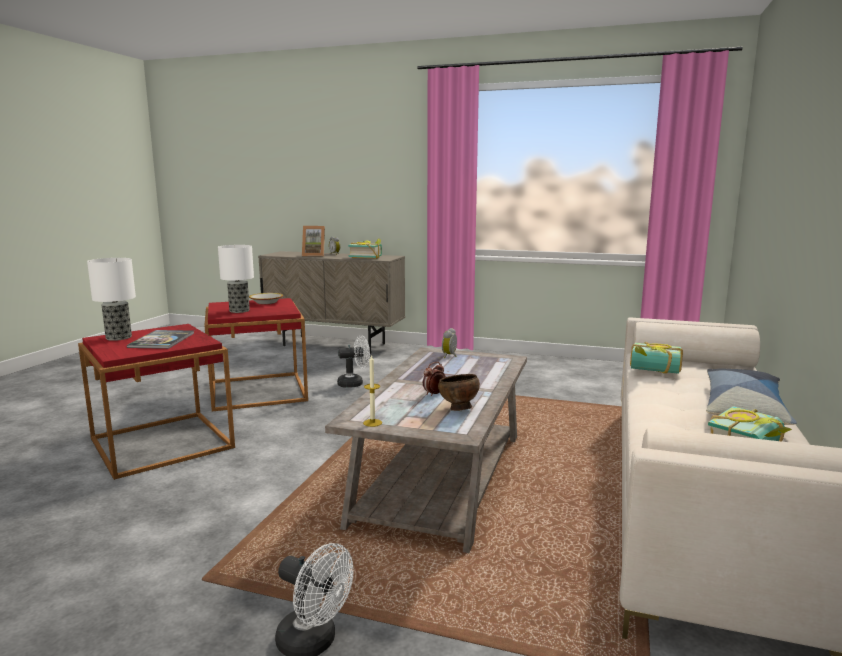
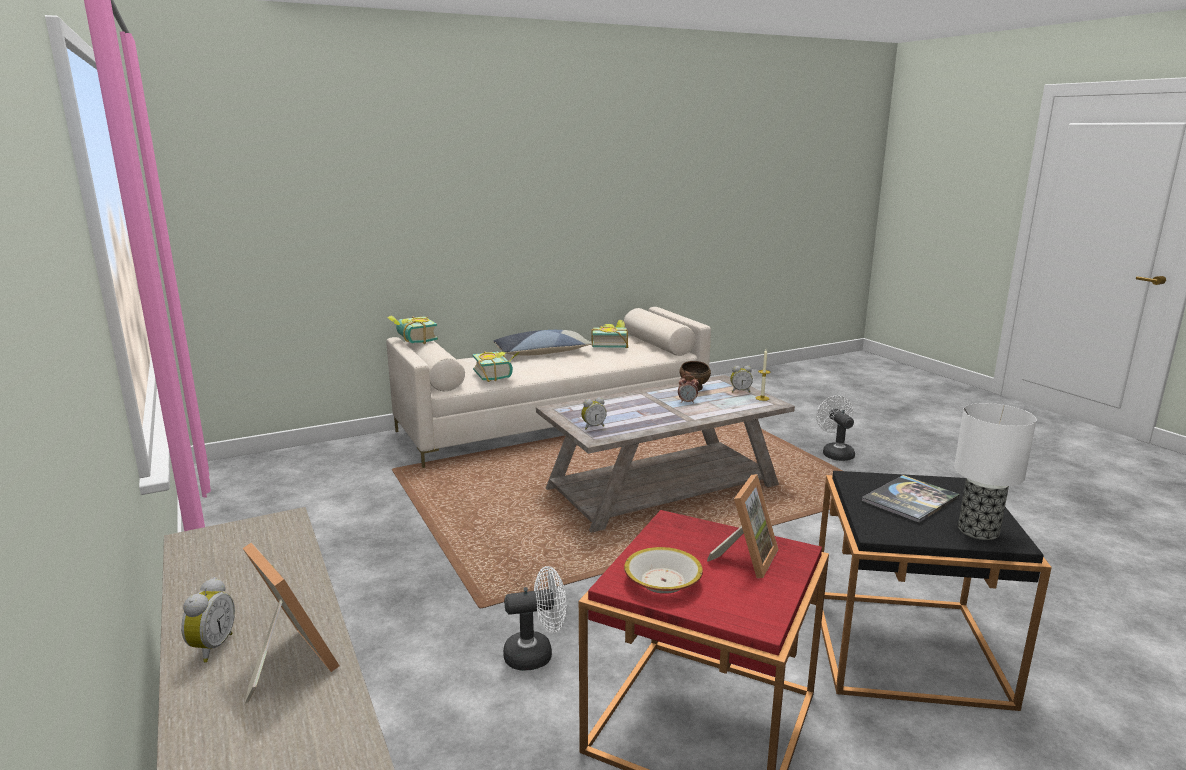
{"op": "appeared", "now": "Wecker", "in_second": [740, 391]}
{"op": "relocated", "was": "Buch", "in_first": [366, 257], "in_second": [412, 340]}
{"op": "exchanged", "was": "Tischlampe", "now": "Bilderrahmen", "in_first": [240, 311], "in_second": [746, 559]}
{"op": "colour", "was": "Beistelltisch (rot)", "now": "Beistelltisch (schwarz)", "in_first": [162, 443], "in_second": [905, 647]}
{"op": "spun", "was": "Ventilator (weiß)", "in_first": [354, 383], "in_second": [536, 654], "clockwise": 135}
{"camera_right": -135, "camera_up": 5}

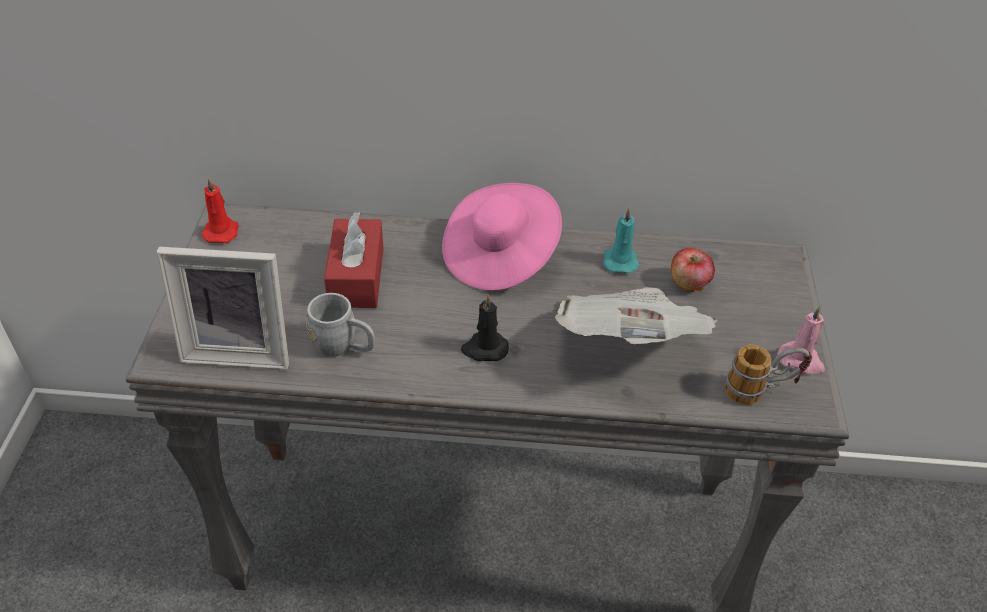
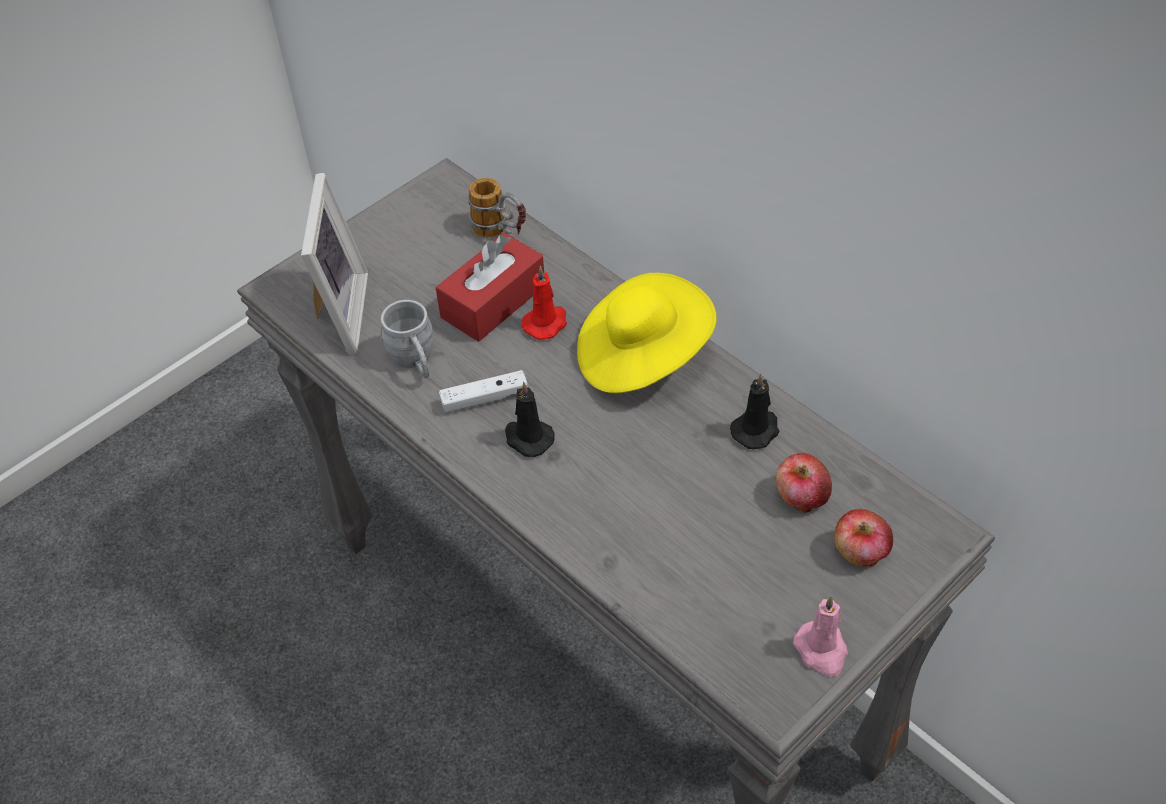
{"op": "missing", "was": "Zeitung", "in_first": [629, 343]}
{"op": "appeared", "now": "Gamepad (weiß)", "in_second": [484, 398]}
{"op": "appeared", "now": "Apfel", "in_second": [860, 552]}
{"op": "relocated", "was": "Kerze (rot)", "in_first": [221, 231], "in_second": [546, 323]}
{"op": "relocated", "was": "Henkelbecher", "in_first": [761, 391], "in_second": [501, 233]}
{"op": "colour", "was": "Hut (rosa)", "now": "Hut (gelb)", "in_first": [500, 257], "in_second": [641, 356]}
{"op": "colour", "was": "Kerze (türkis)", "now": "Kerze (schwarz)", "in_first": [620, 260], "in_second": [756, 430]}
{"op": "spun", "was": "Bilderrahmen", "in_first": [240, 348], "in_second": [337, 313], "clockwise": -135}
{"camera_right": 45, "camera_up": 5}

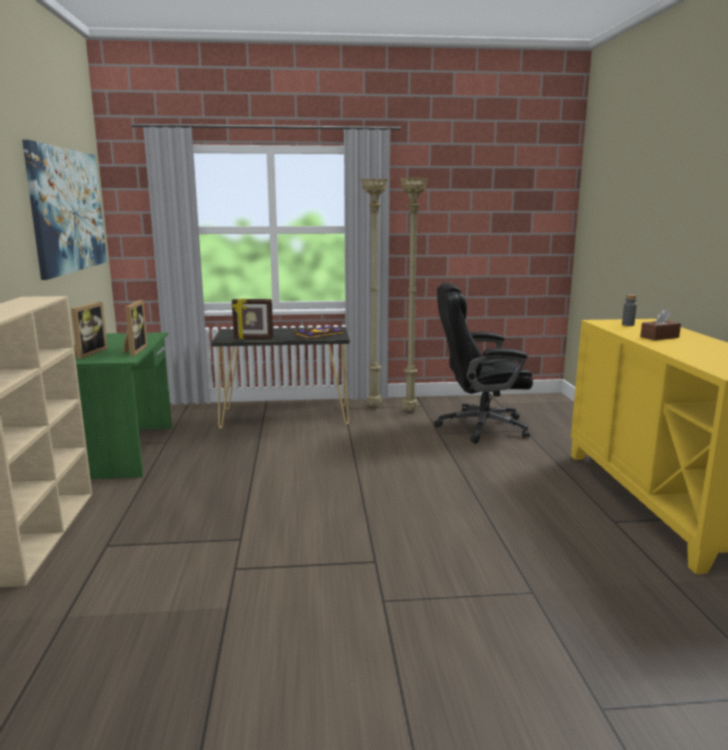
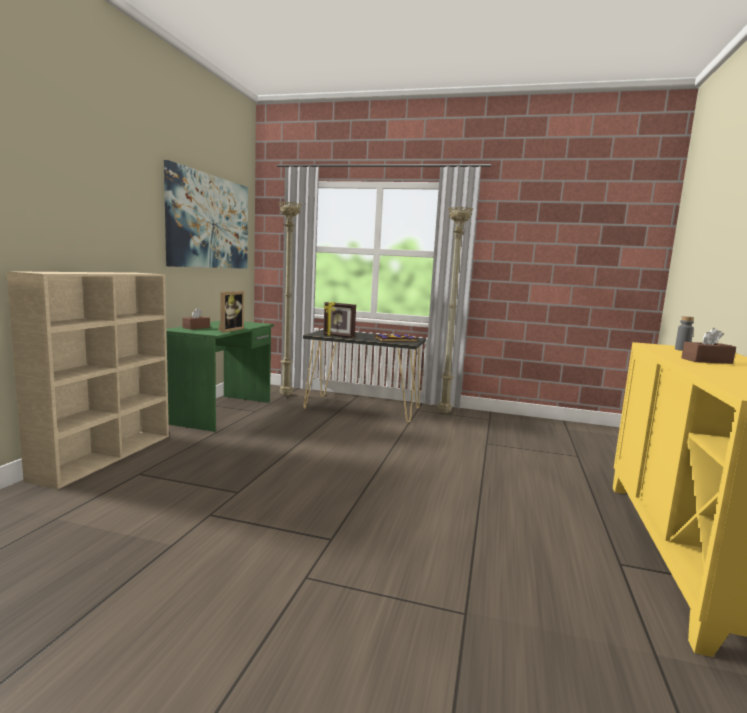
{"op": "missing", "was": "Bürostuhl (schwarz)", "in_first": [480, 427]}
{"op": "relocated", "was": "Stehlampe (beige)", "in_first": [409, 411], "in_second": [285, 396]}
{"op": "exchanged", "was": "Bilderrahmen", "now": "Taschentuchbox (braun)", "in_first": [88, 353], "in_second": [196, 327]}
{"camera_right": 20, "camera_up": -5}

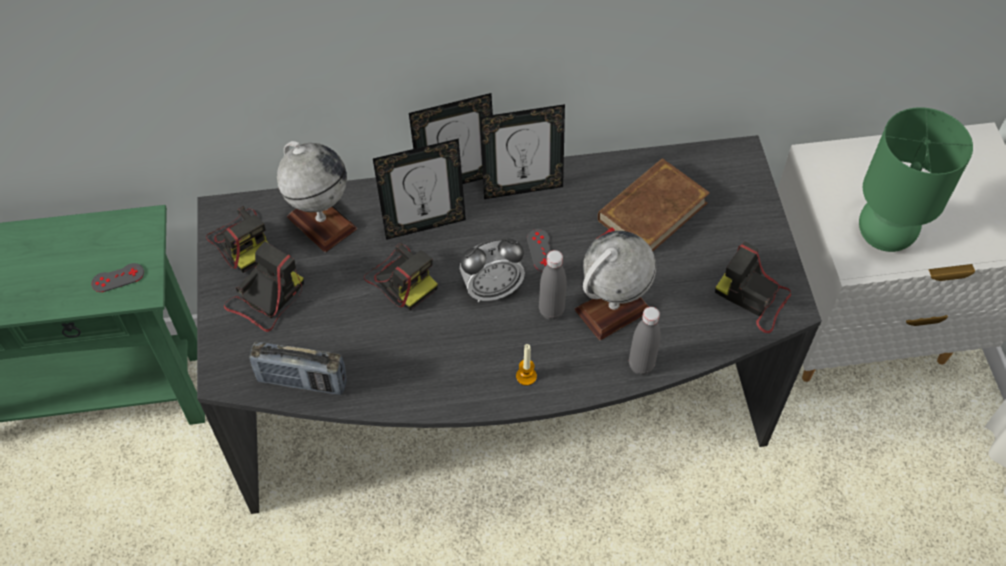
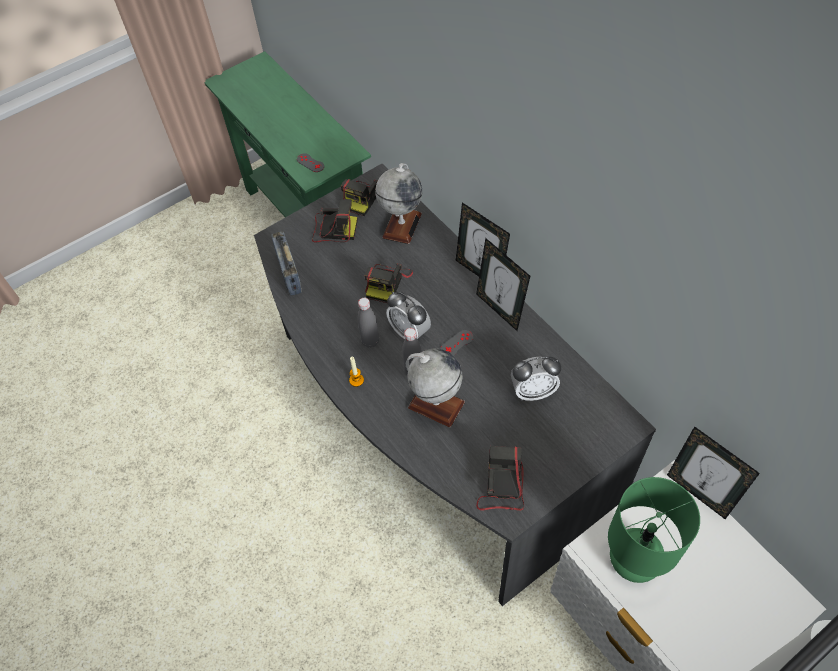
{"op": "relocated", "was": "Bilderrahmen", "in_first": [424, 224], "in_second": [698, 493]}
{"op": "relocated", "was": "Flasche (grau)", "in_first": [641, 365], "in_second": [370, 341]}
{"op": "exchanged", "was": "Buch (braun)", "now": "Wecker", "in_first": [651, 212], "in_second": [533, 391]}
{"camera_right": 65, "camera_up": 0}

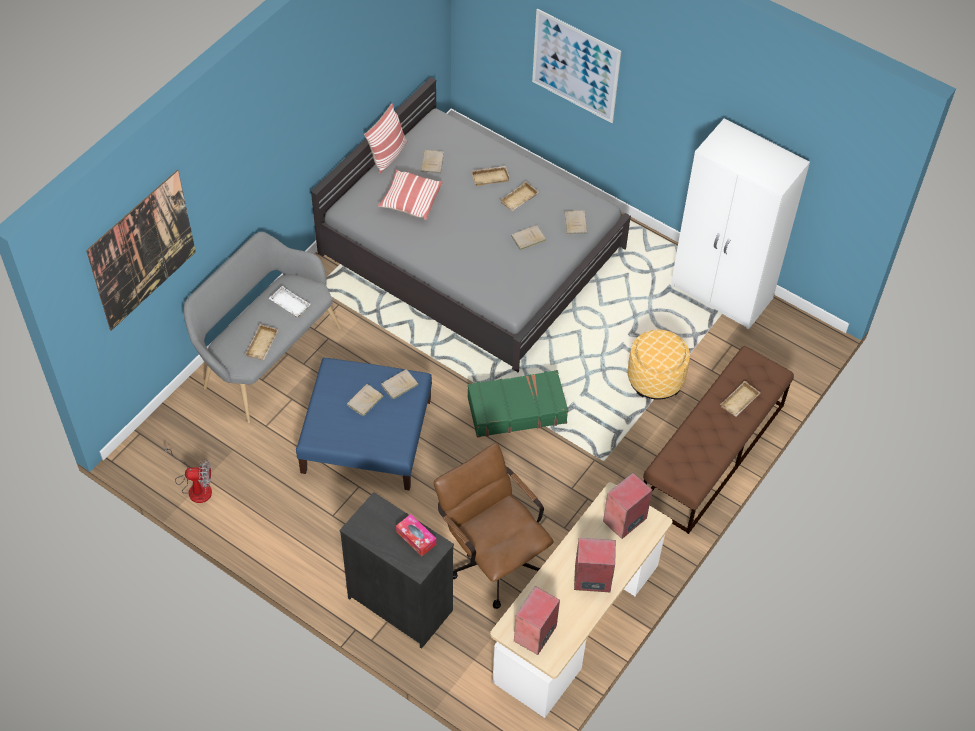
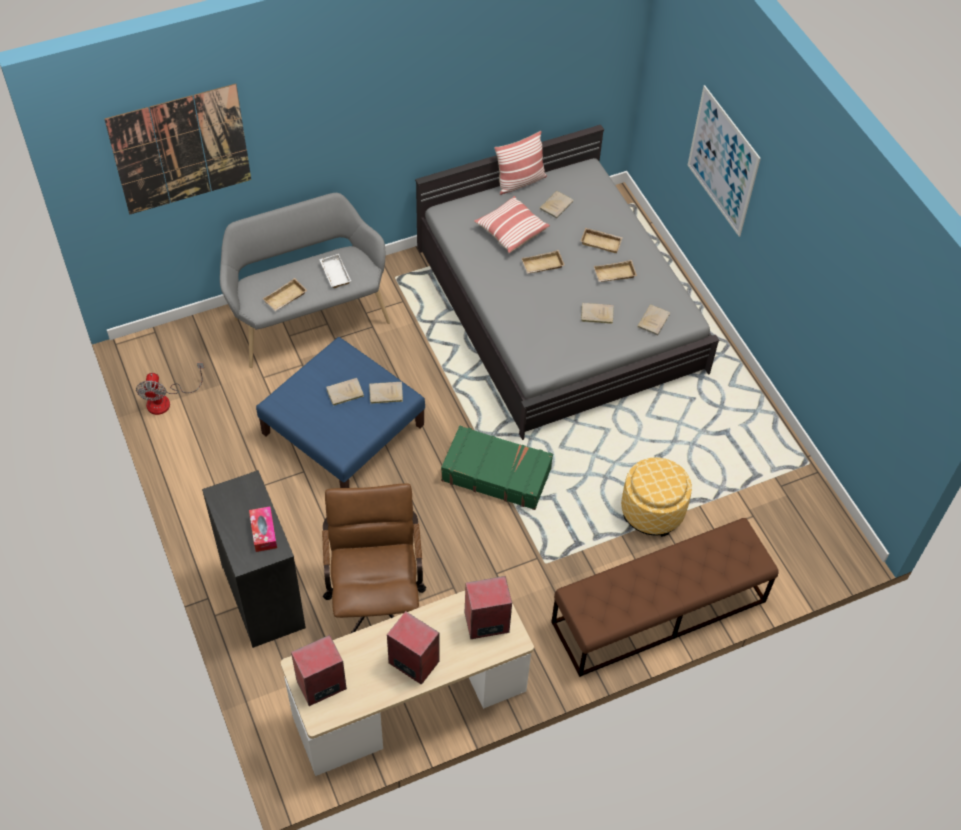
{"op": "missing", "was": "Kleiderschrank (weiß)", "in_first": [722, 294]}
{"op": "relocated", "was": "Tablett (beige)", "in_first": [740, 402], "in_second": [542, 266]}
{"op": "spun", "was": "Ventilator", "in_first": [195, 487], "in_second": [166, 400], "clockwise": 60}
{"camera_right": 30, "camera_up": 0}

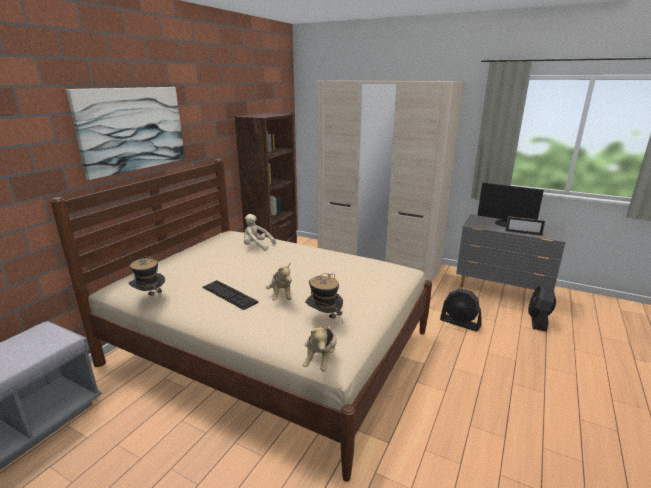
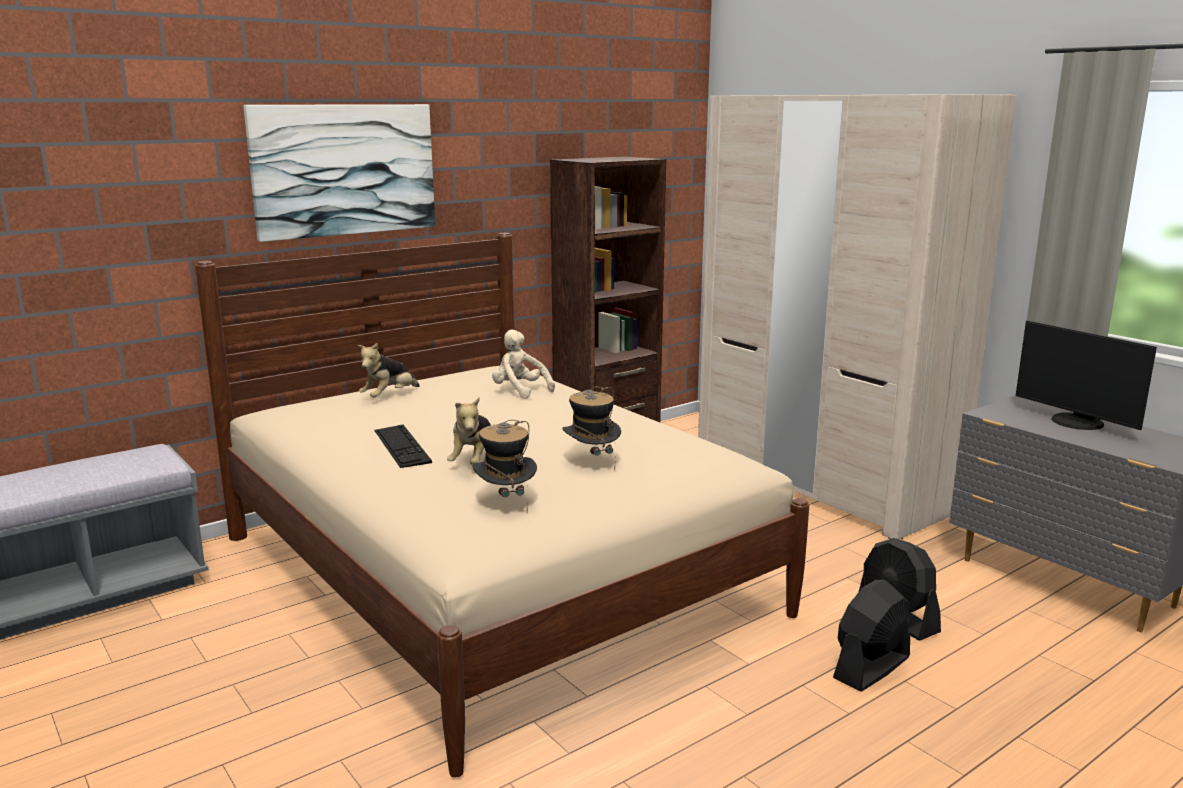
{"op": "missing", "was": "Bilderrahmen", "in_first": [523, 233]}
{"op": "relocated", "was": "Hut", "in_first": [150, 298], "in_second": [591, 462]}
{"op": "relocated", "was": "Plüschtier", "in_first": [321, 359], "in_second": [389, 397]}
{"op": "relocated", "was": "Ventilator (schwarz)", "in_first": [538, 321], "in_second": [871, 667]}
{"camera_right": 25, "camera_up": -5}

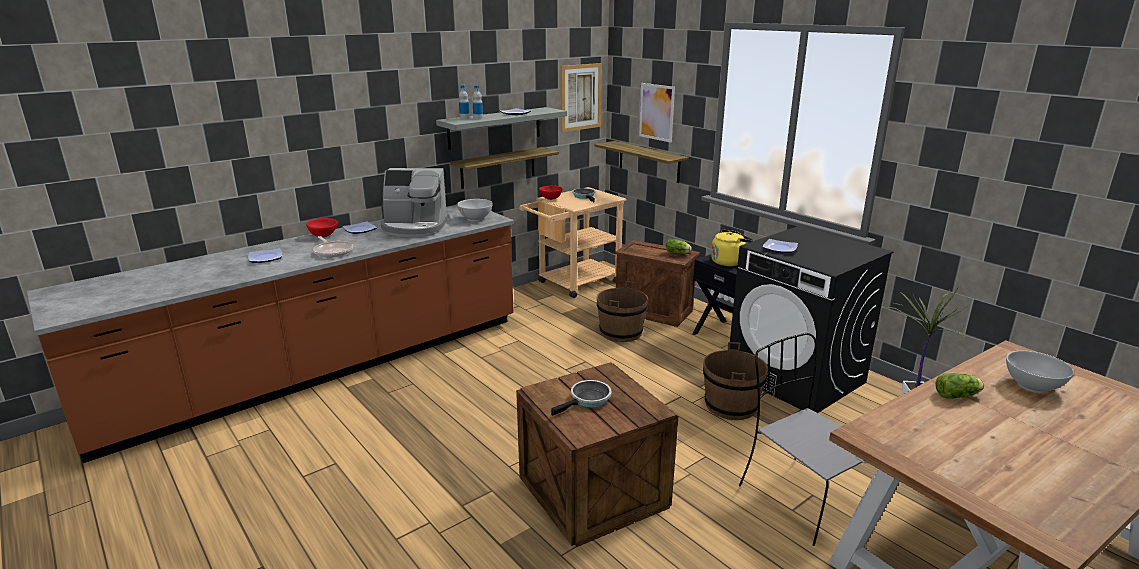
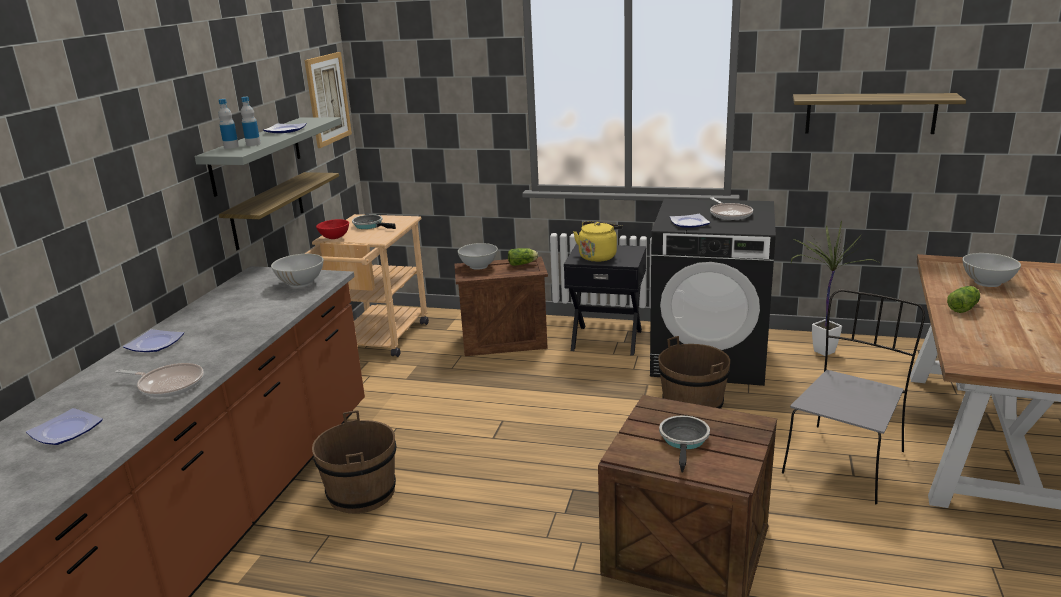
{"op": "missing", "was": "Schüssel (rot)", "in_first": [324, 235]}
{"op": "missing", "was": "Kaffeemaschine", "in_first": [415, 227]}
{"op": "missing", "was": "Bild", "in_first": [656, 112]}
{"op": "appeared", "now": "Schüssel (weiß)", "in_second": [478, 266]}
{"op": "appeared", "now": "Pfanne", "in_second": [729, 214]}
{"op": "relocated", "was": "Wandregal", "in_first": [649, 161], "in_second": [870, 113]}
{"op": "relocated", "was": "Eimer (braun)", "in_first": [621, 332], "in_second": [361, 493]}
{"op": "spun", "was": "Stuhl (grau)", "in_first": [800, 497], "in_second": [845, 461], "clockwise": 105}
{"camera_right": -35, "camera_up": 0}

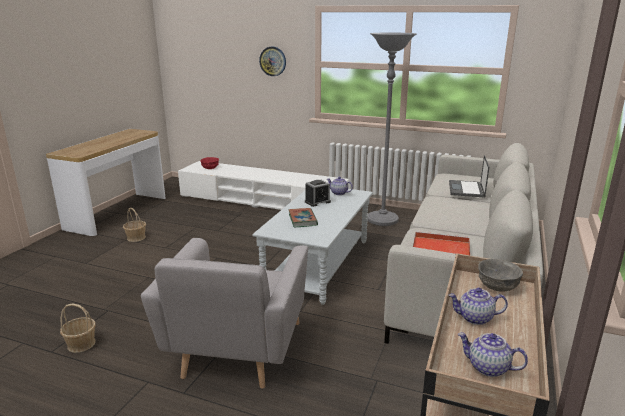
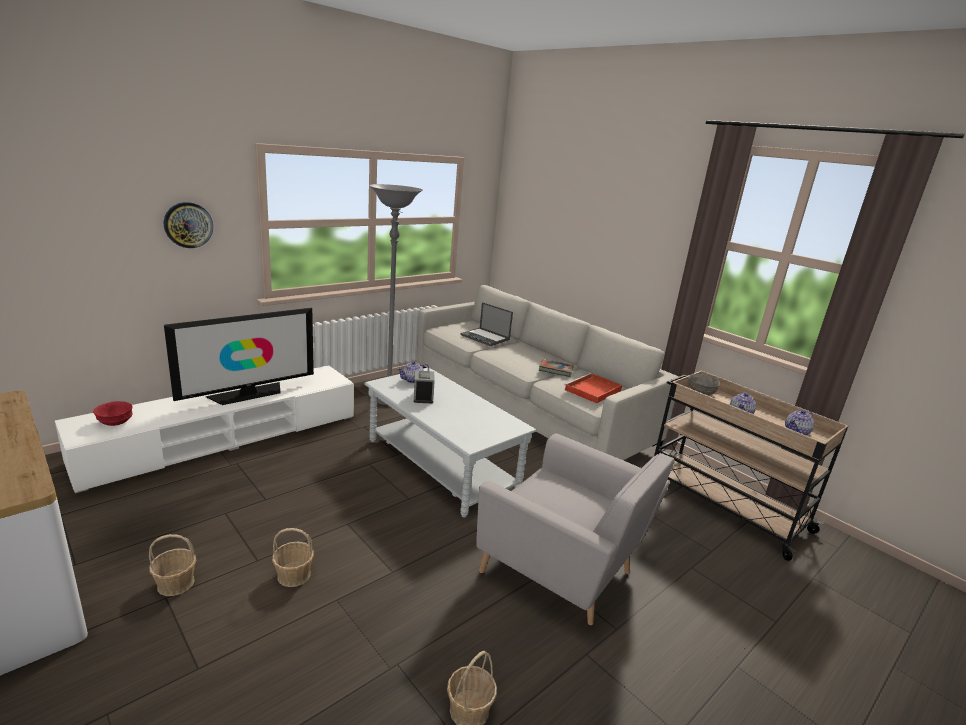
{"op": "appeared", "now": "Fernseher", "in_second": [248, 394]}
{"op": "appeared", "now": "Korb", "in_second": [294, 575]}
{"op": "relocated", "was": "Buch", "in_first": [302, 220], "in_second": [555, 370]}
{"camera_right": -65, "camera_up": 0}

